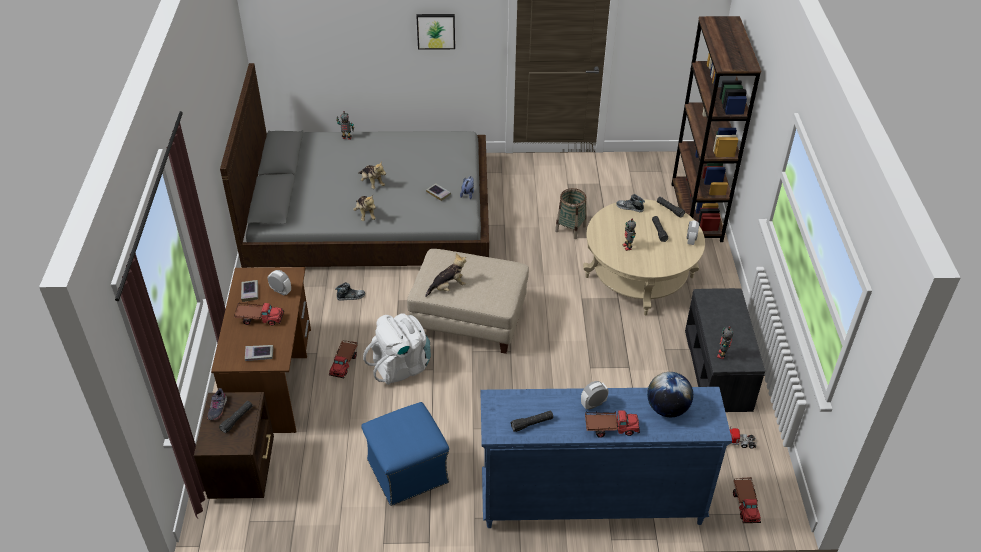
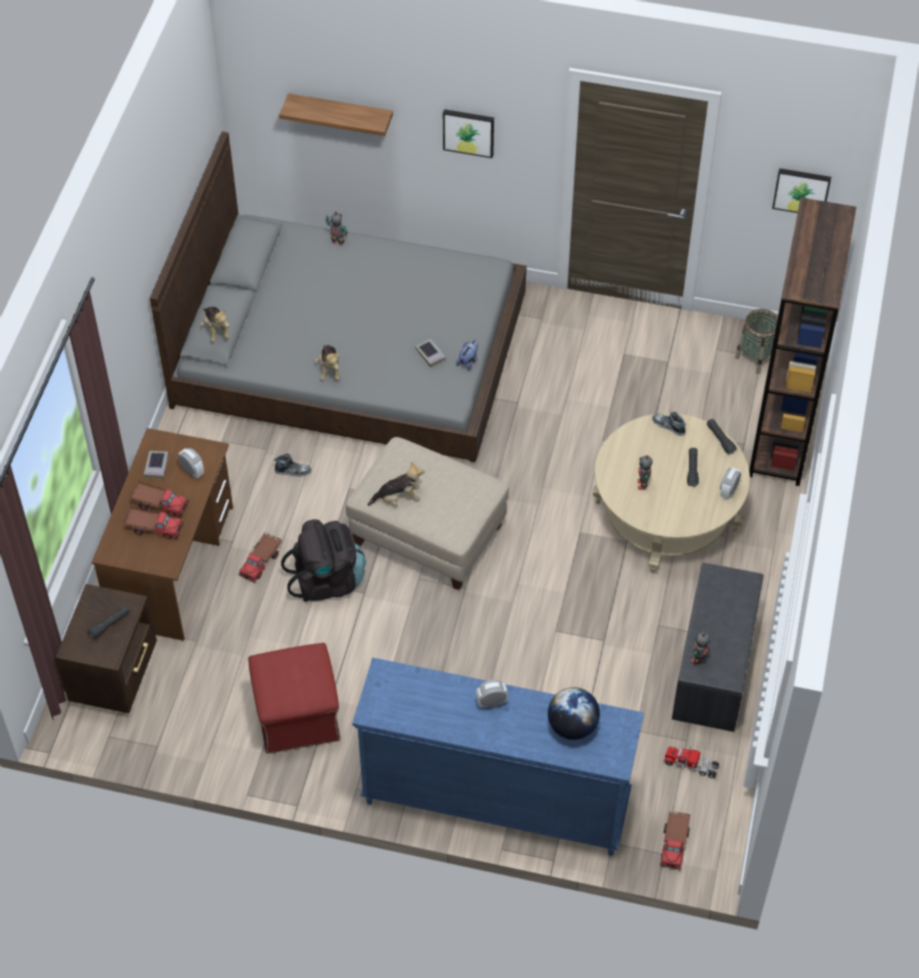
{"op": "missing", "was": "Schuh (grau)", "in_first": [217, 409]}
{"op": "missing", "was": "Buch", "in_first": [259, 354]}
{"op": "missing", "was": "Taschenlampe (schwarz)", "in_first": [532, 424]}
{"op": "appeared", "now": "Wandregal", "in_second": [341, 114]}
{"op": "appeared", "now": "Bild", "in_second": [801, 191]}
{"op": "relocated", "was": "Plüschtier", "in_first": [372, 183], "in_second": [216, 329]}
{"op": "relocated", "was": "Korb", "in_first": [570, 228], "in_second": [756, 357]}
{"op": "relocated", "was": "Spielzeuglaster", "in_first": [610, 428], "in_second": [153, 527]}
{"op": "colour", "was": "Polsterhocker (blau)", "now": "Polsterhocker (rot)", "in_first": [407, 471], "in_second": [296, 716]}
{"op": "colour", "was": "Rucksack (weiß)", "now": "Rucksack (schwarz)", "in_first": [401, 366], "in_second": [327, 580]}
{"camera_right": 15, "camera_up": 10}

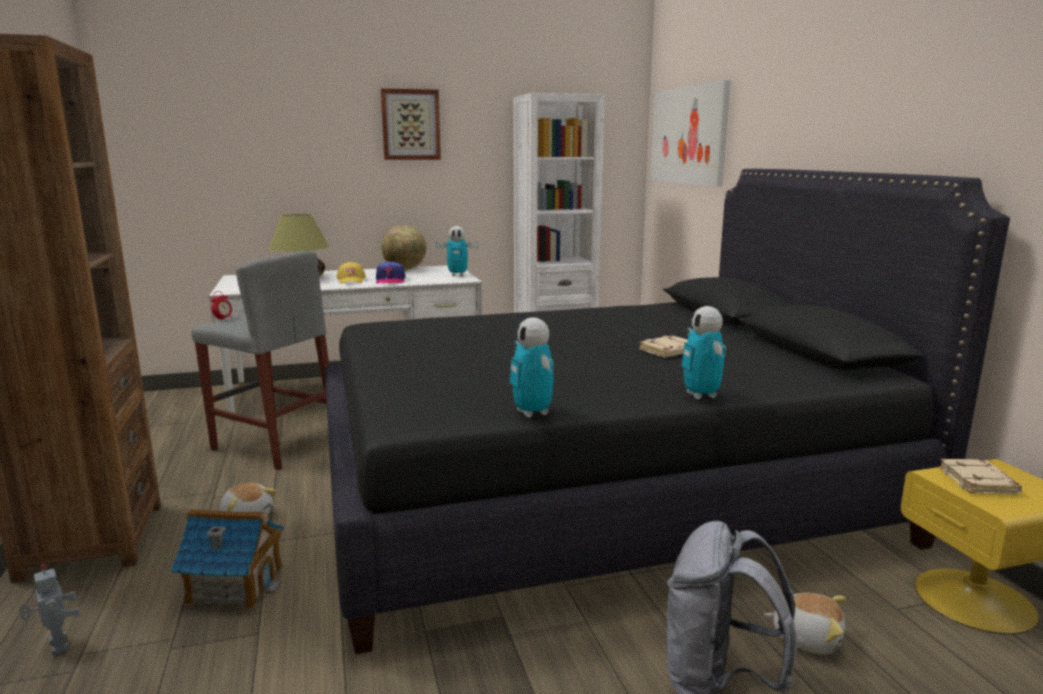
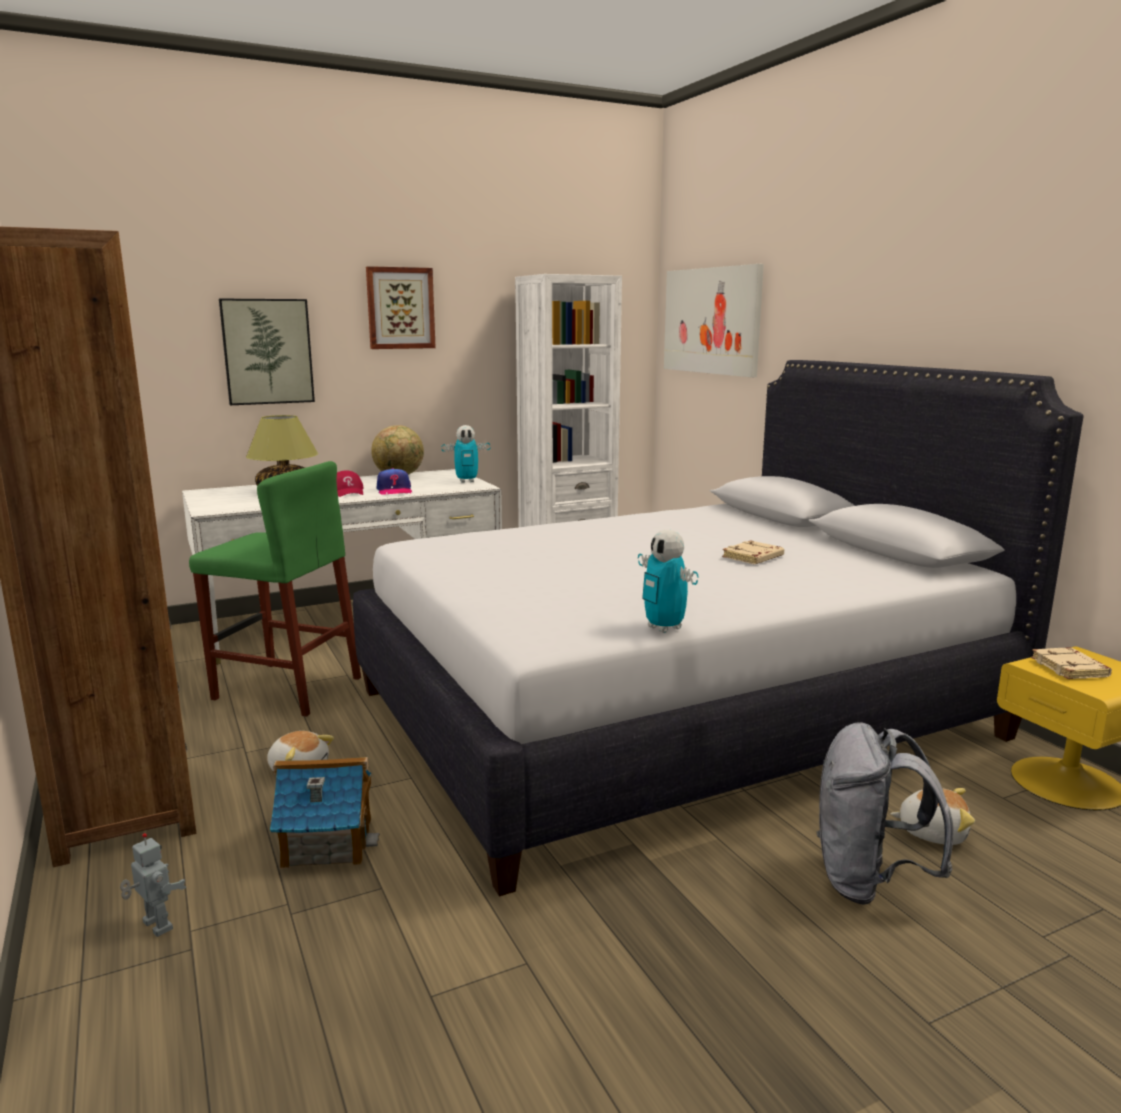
{"op": "missing", "was": "Wecker", "in_first": [223, 319]}
{"op": "missing", "was": "Spielzeugroboter", "in_first": [701, 395]}
{"op": "appeared", "now": "Bild", "in_second": [267, 351]}
{"op": "colour", "was": "Hocker (grau)", "now": "Hocker (grün)", "in_first": [275, 445], "in_second": [287, 688]}
{"op": "colour", "was": "Bett (schwarz)", "now": "Bett (weiß)", "in_first": [596, 492], "in_second": [673, 712]}
{"op": "colour", "was": "Kappe (gelb)", "now": "Kappe (rot)", "in_first": [351, 280], "in_second": [348, 492]}
{"camera_right": -10, "camera_up": 0}

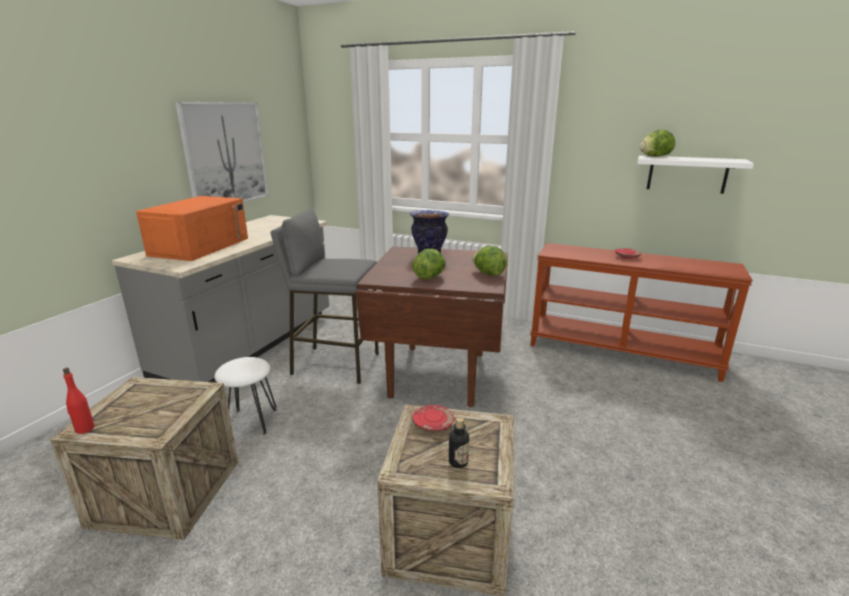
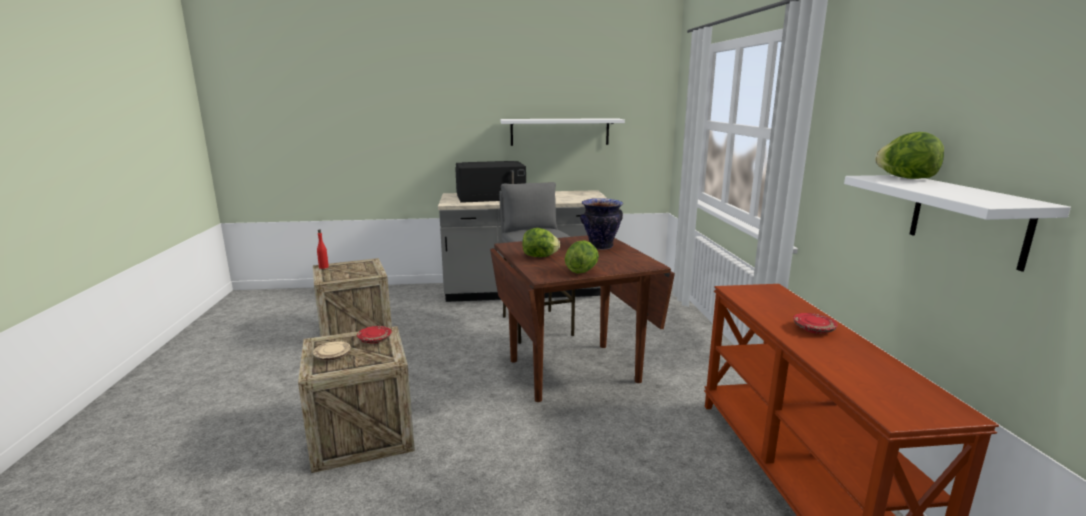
{"op": "missing", "was": "Hocker (weiß)", "in_first": [251, 421]}
{"op": "exchanged", "was": "Bild", "now": "Wandregal (weiß)", "in_first": [225, 154], "in_second": [560, 132]}
{"op": "exchanged", "was": "Flasche", "now": "Teller (beige)", "in_first": [458, 462], "in_second": [333, 357]}
{"op": "colour", "was": "Mikrowelle (orange)", "now": "Mikrowelle (schwarz)", "in_first": [200, 246], "in_second": [491, 197]}
{"camera_right": 60, "camera_up": -5}

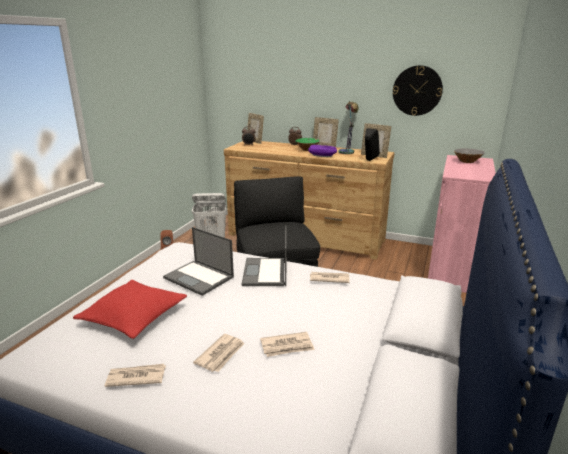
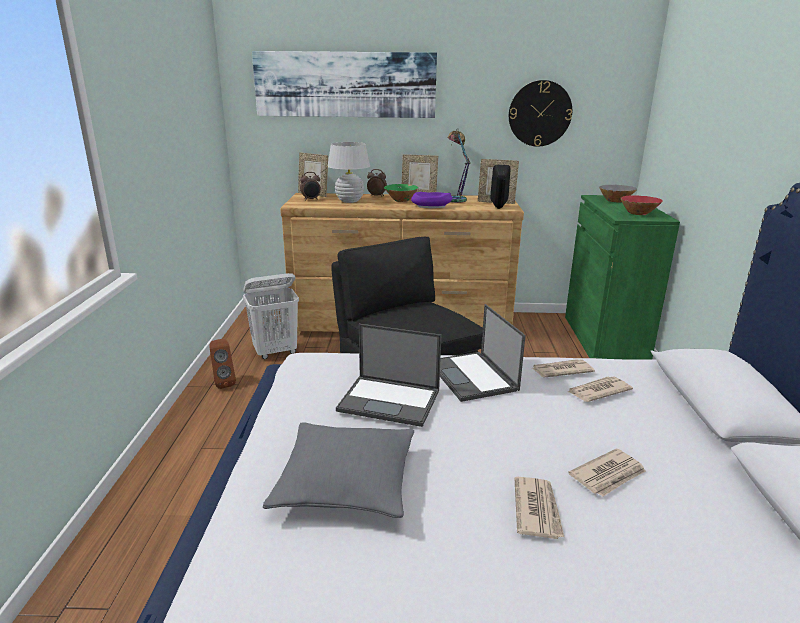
{"op": "appeared", "now": "Bild", "in_second": [345, 84]}
{"op": "appeared", "now": "Tischlampe (weiß)", "in_second": [349, 201]}
{"op": "appeared", "now": "Schüssel (rot)", "in_second": [638, 214]}
{"op": "relocated", "was": "Zeitung", "in_first": [136, 377], "in_second": [598, 391]}
{"op": "colour", "was": "Kissen (rot)", "now": "Kissen (grau)", "in_first": [134, 316], "in_second": [346, 482]}
{"op": "colour", "was": "Schrank (rosa)", "now": "Schrank (grün)", "in_first": [452, 269], "in_second": [604, 338]}
{"camera_right": -20, "camera_up": 0}

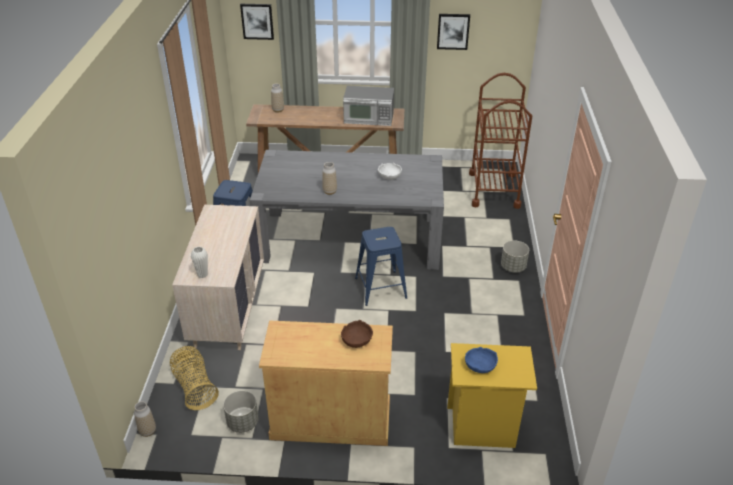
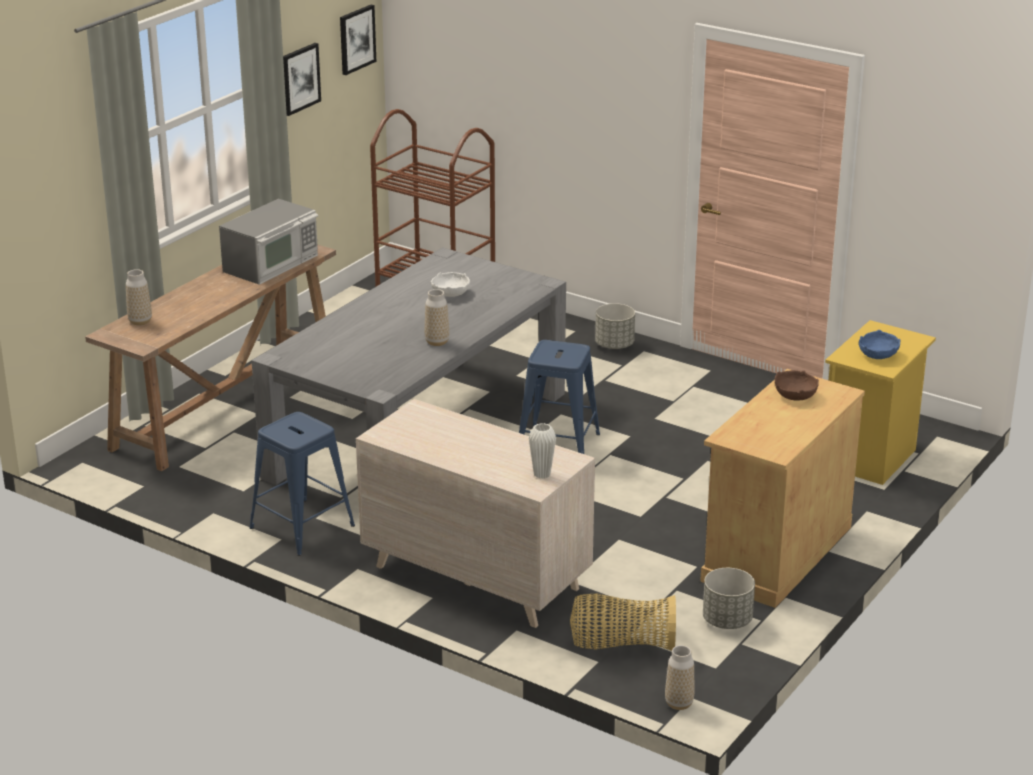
{"op": "relocated", "was": "Bild", "in_first": [257, 21], "in_second": [356, 39]}
{"camera_right": -60, "camera_up": -10}

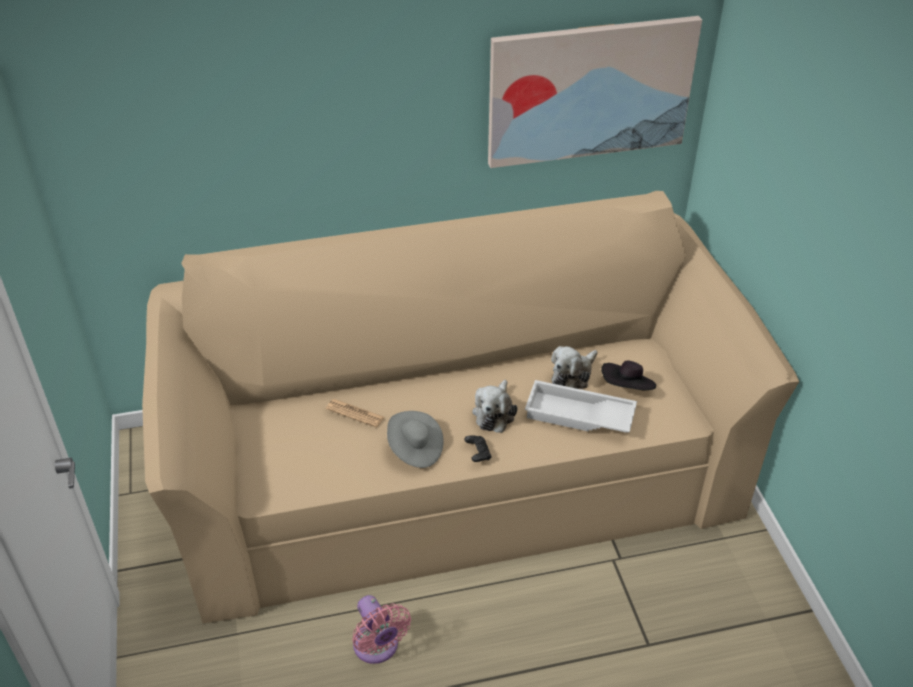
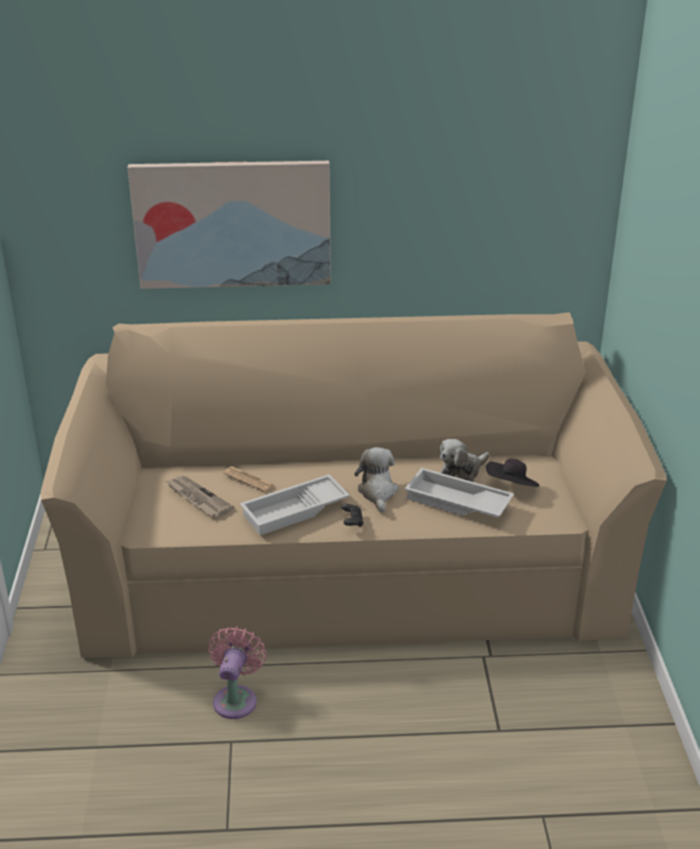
{"op": "appeared", "now": "Zeitung", "in_second": [198, 498]}
{"op": "relocated", "was": "Bild", "in_first": [589, 90], "in_second": [232, 223]}
{"op": "exchanged", "was": "Hut (grau)", "now": "Tablett (weiß)", "in_first": [415, 449], "in_second": [295, 511]}
{"op": "spun", "was": "Ventilator (rosa)", "in_first": [378, 648], "in_second": [236, 698], "clockwise": -150}
{"op": "spun", "was": "Plüschtier", "in_first": [494, 413], "in_second": [377, 492], "clockwise": 150}
{"camera_right": 10, "camera_up": -10}

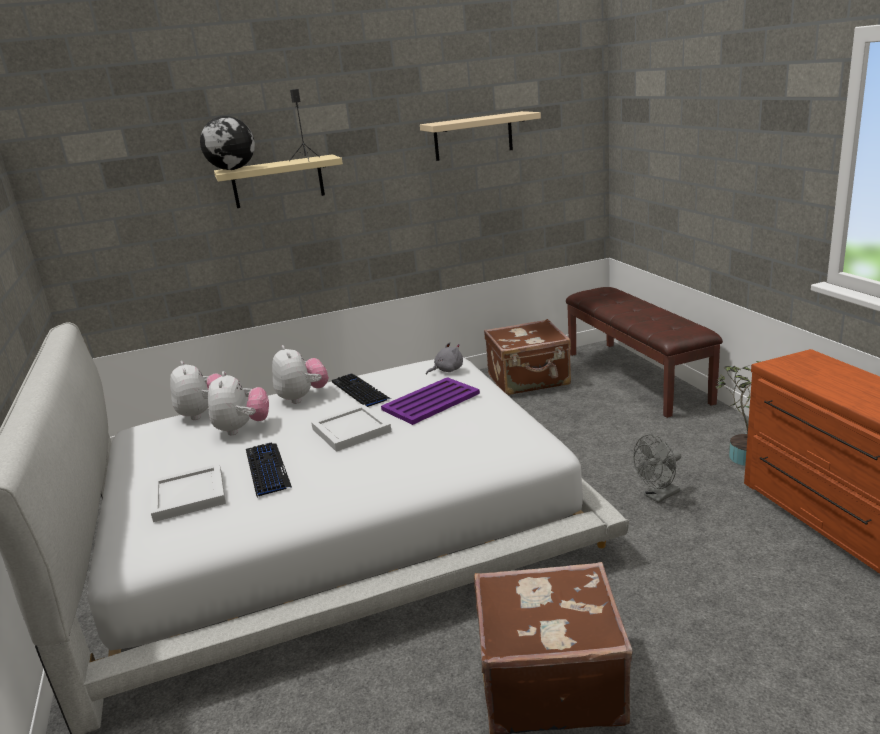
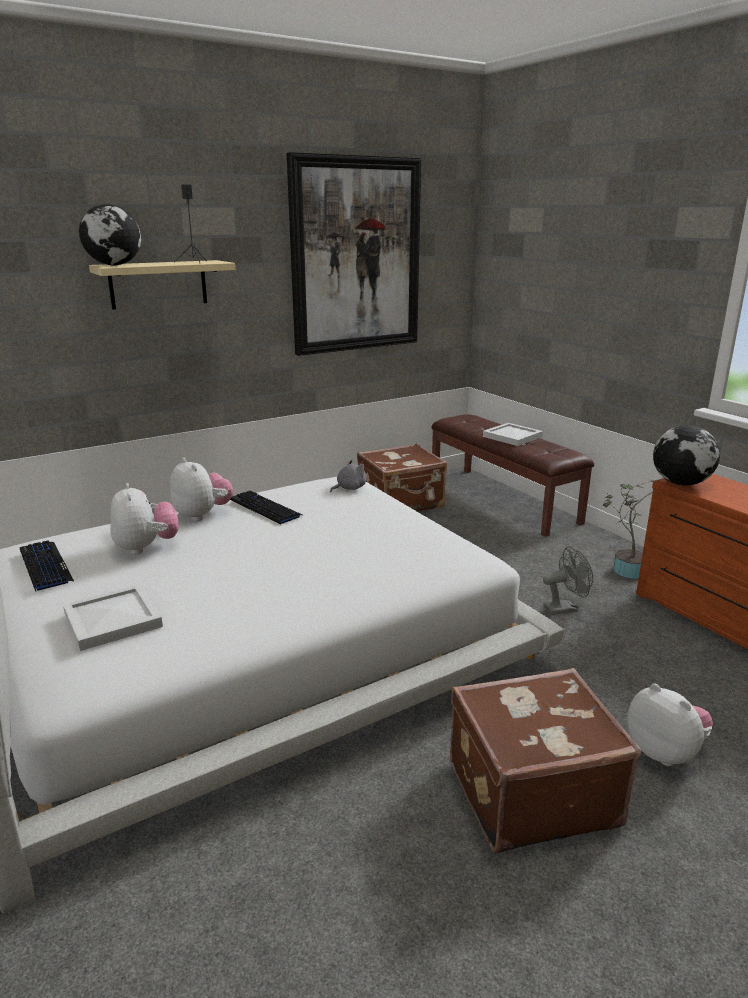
{"op": "missing", "was": "Tablett (lila)", "in_first": [432, 401]}
{"op": "appeared", "now": "Globus", "in_second": [681, 483]}
{"op": "relocated", "was": "Plüschtier", "in_first": [203, 413], "in_second": [665, 752]}
{"op": "relocated", "was": "Tastatur", "in_first": [267, 469], "in_second": [45, 566]}
{"op": "relocated", "was": "Tablett (weiß)", "in_first": [352, 430], "in_second": [512, 436]}
{"op": "exchanged", "was": "Wandregal (beige)", "now": "Bild", "in_first": [473, 136], "in_second": [356, 256]}
{"op": "spun", "was": "Ventilator (grau)", "in_first": [658, 496], "in_second": [565, 608], "clockwise": -150}
{"camera_right": -15, "camera_up": 0}

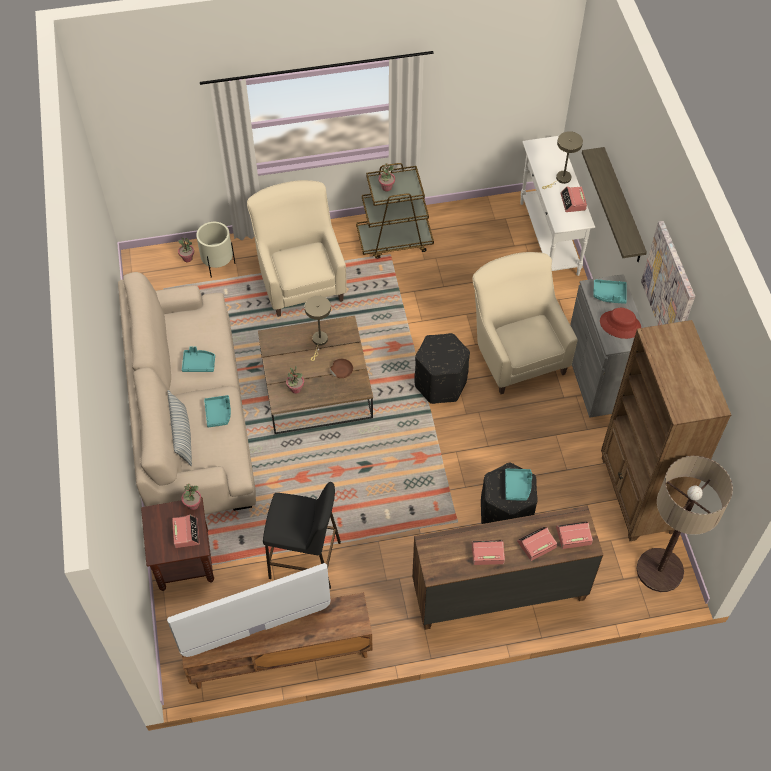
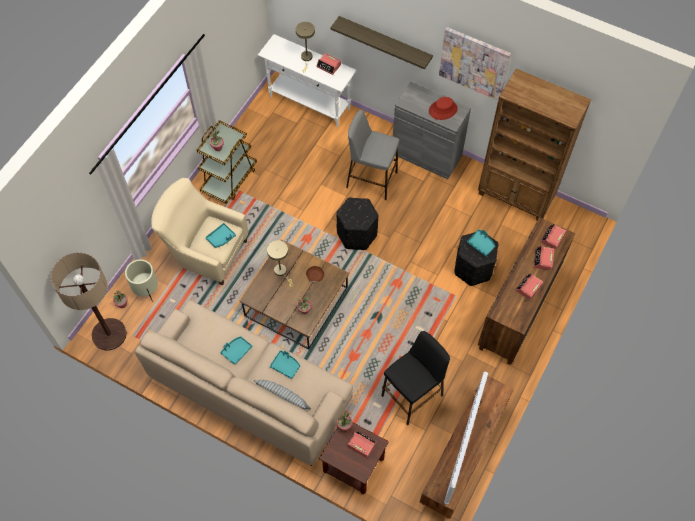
{"op": "relocated", "was": "Tablett (türkis)", "in_first": [609, 294], "in_second": [221, 238]}
{"op": "relocated", "was": "Stehlampe", "in_first": [660, 570], "in_second": [109, 334]}
{"op": "exchanged", "was": "Sessel (beige)", "now": "Hocker (grau)", "in_first": [516, 351], "in_second": [371, 180]}
{"camera_right": -50, "camera_up": 5}

